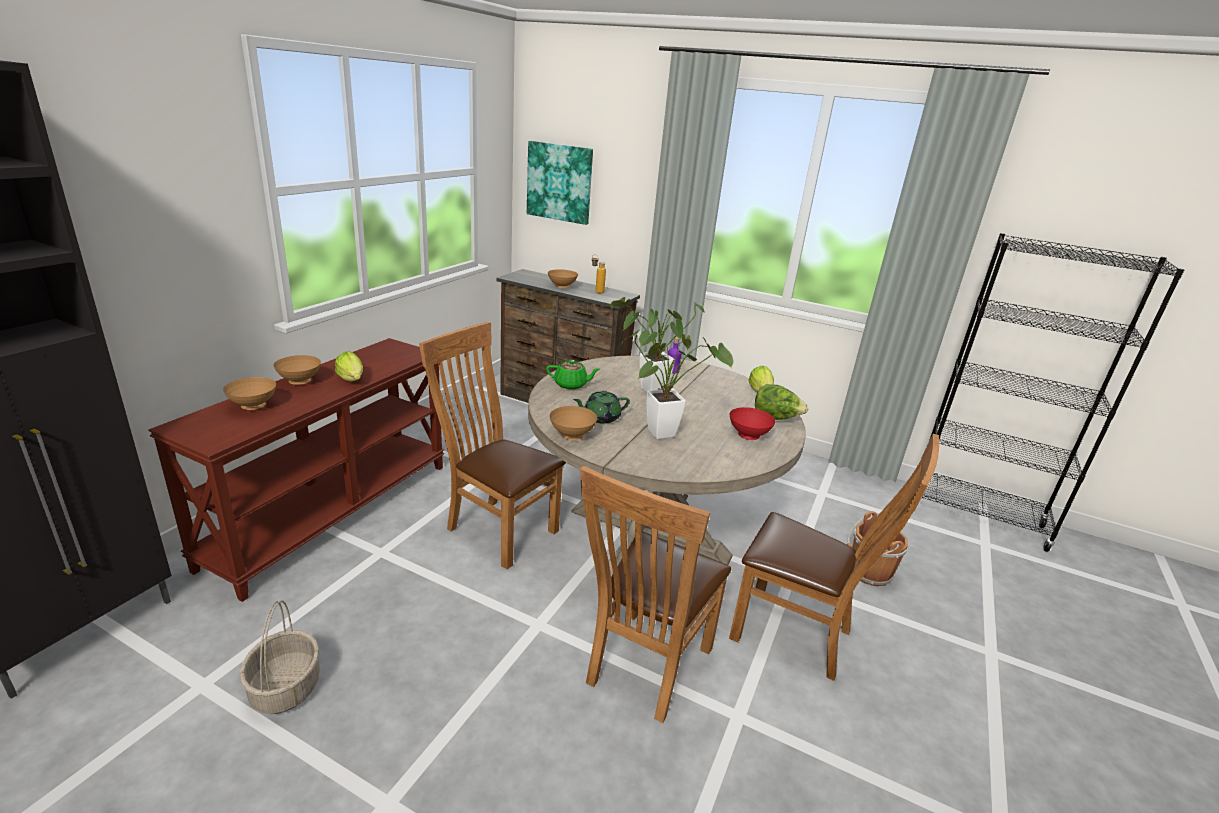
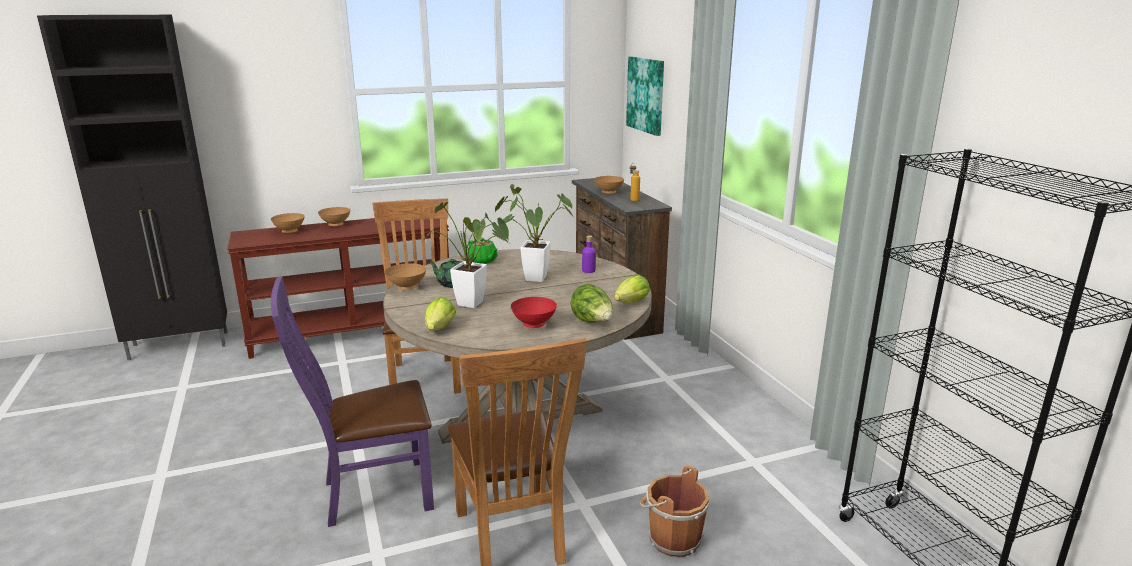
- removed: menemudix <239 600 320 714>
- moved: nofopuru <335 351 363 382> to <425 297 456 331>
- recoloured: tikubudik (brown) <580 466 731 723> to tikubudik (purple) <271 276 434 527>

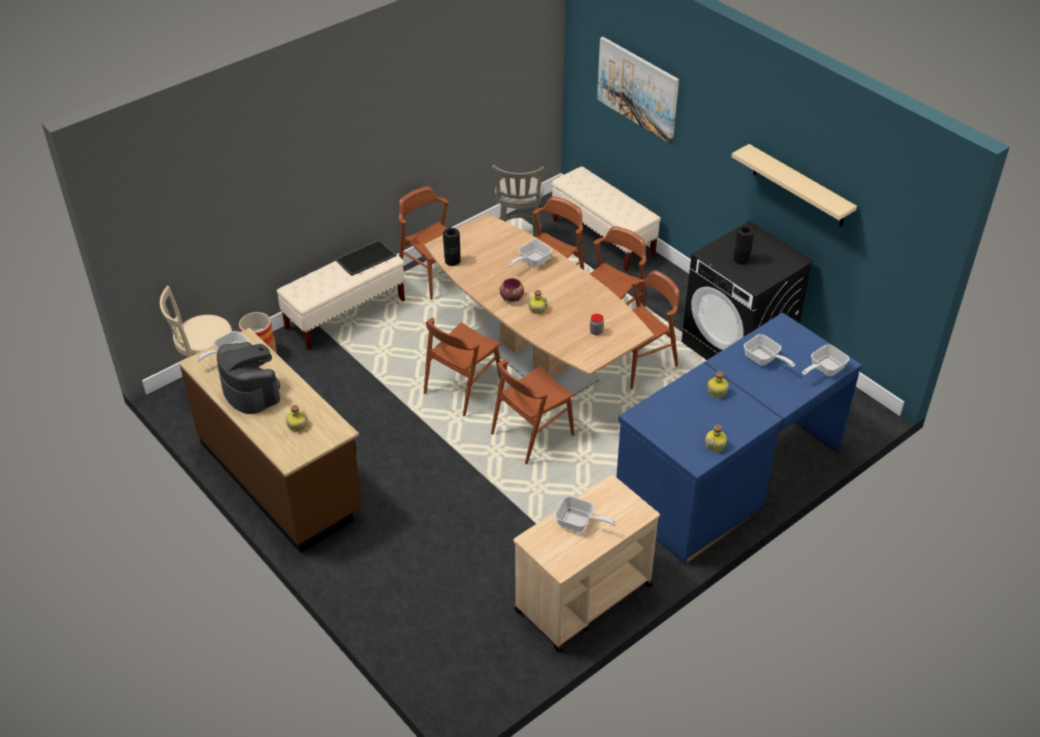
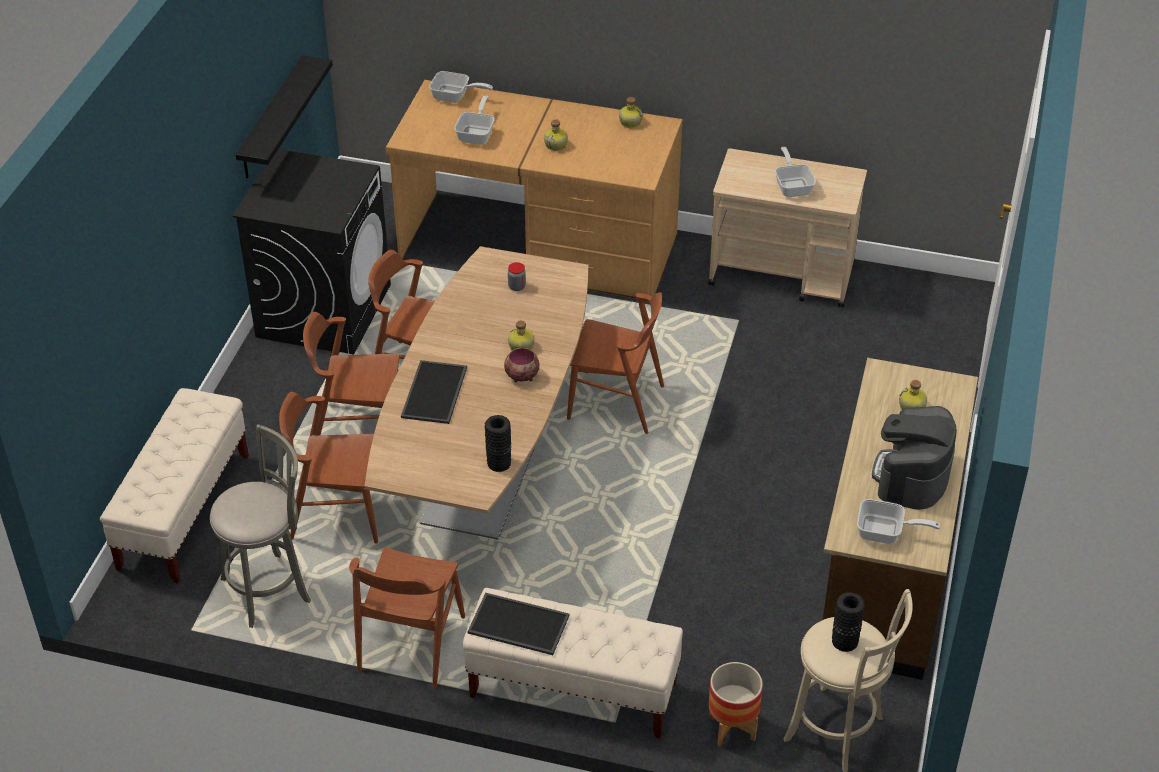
- removed: tikubudik (brown) <424 318 501 416>
- removed: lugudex <597 37 679 144>
- removed: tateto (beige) <732 144 857 226>
- added: tateto (black) <236 55 333 179>
- moved: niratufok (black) <733 225 754 265> to <832 592 865 652>
- replaced: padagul <509 240 552 267> to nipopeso <401 360 467 424>
- recoloured: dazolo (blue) <616 313 862 564> to dazolo (brown) <386 80 683 304>

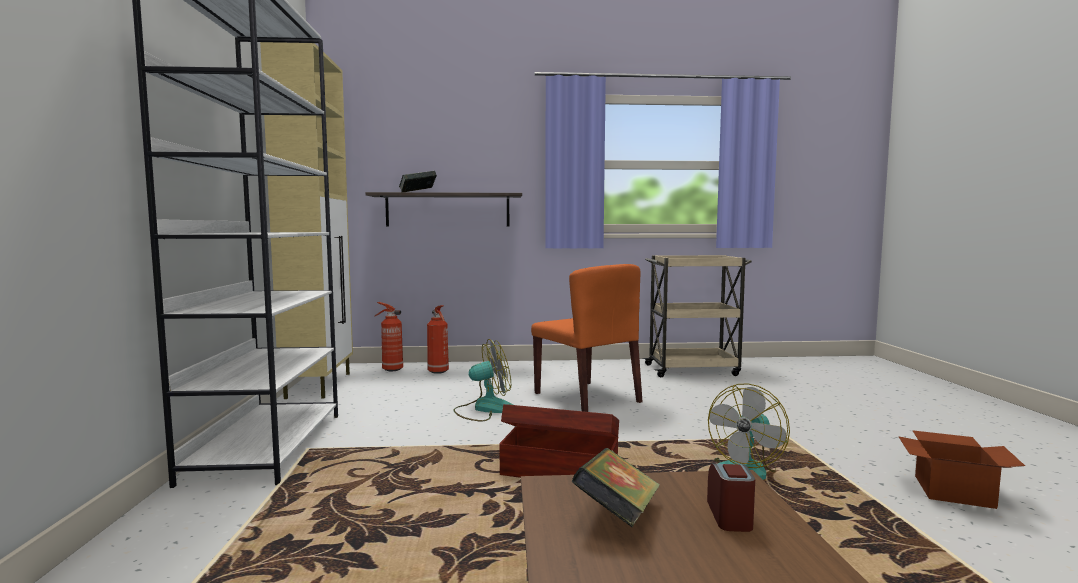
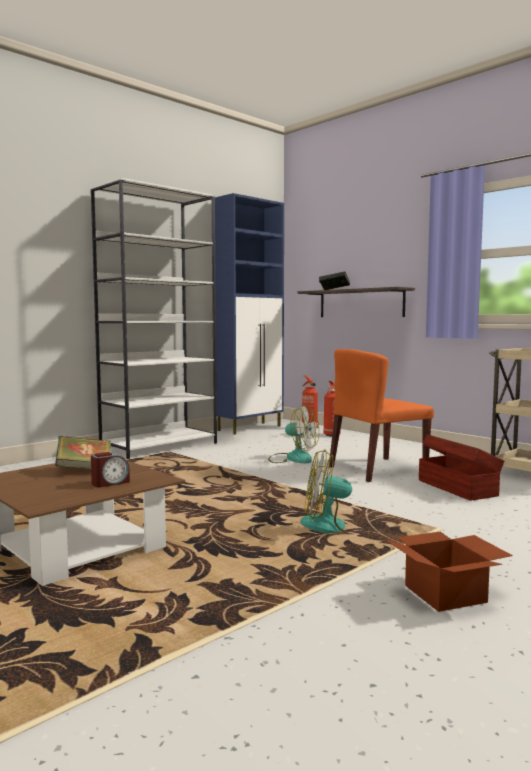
- moved: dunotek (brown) <499 404 619 478> to <419 434 504 501>
- recoloured: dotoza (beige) <260 42 353 399> to dotoza (blue) <215 193 284 435>
- turned: tikubudik (orange) <531 264 643 412> = <329 349 434 482> 45 degrees clockwise

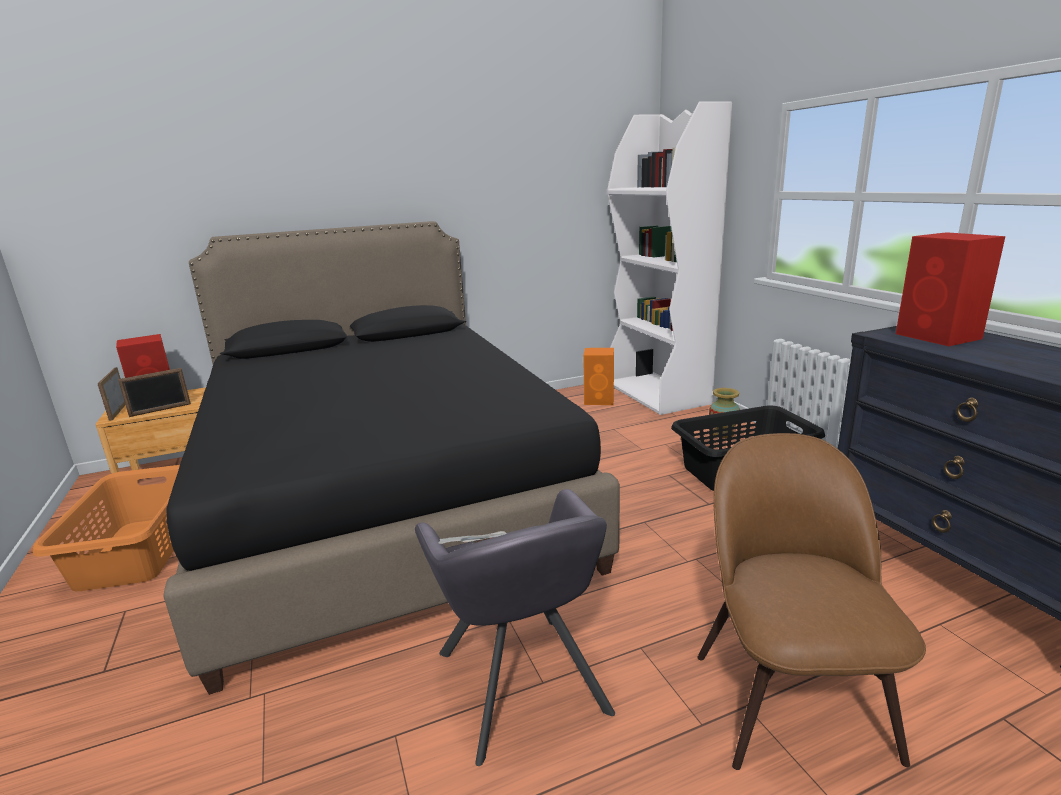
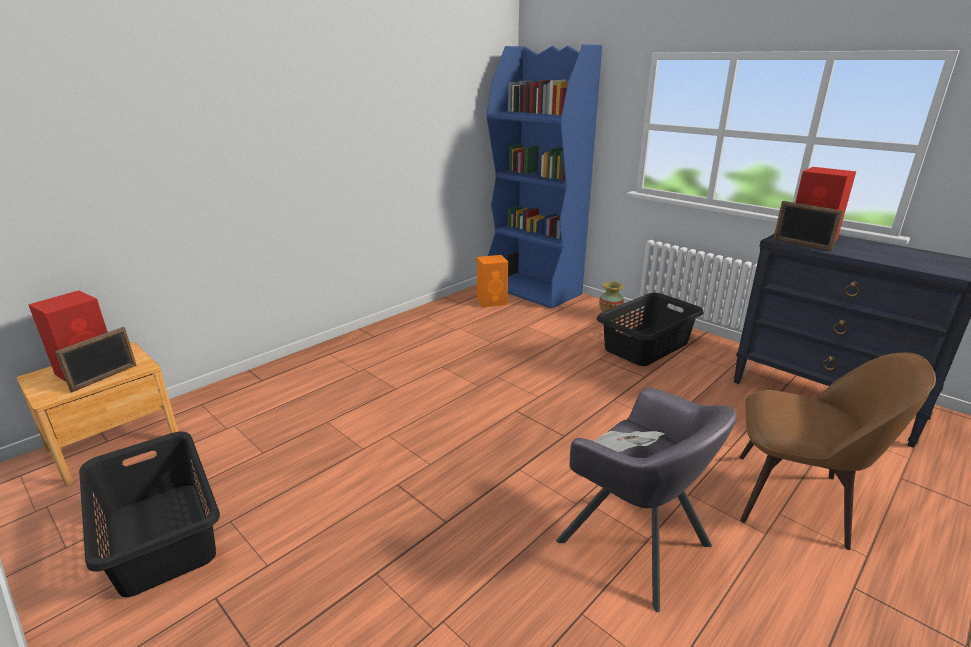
- removed: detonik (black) <163 221 620 695>
- moved: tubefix <98 367 125 421> to <773 201 843 251>
- recoloured: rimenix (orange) <33 465 180 591> to rimenix (black) <79 431 220 597>
- recoloured: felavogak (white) <607 101 732 415> to felavogak (blue) <487 44 602 309>
- turned: tikubudik (brown) <697 433 926 770> = <739 353 936 550> 135 degrees clockwise

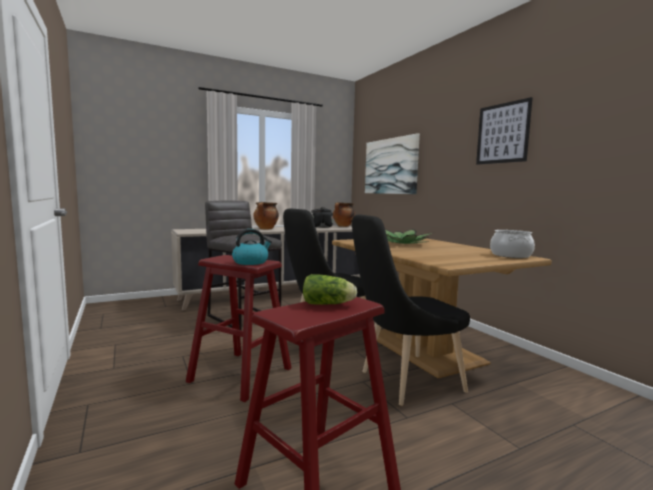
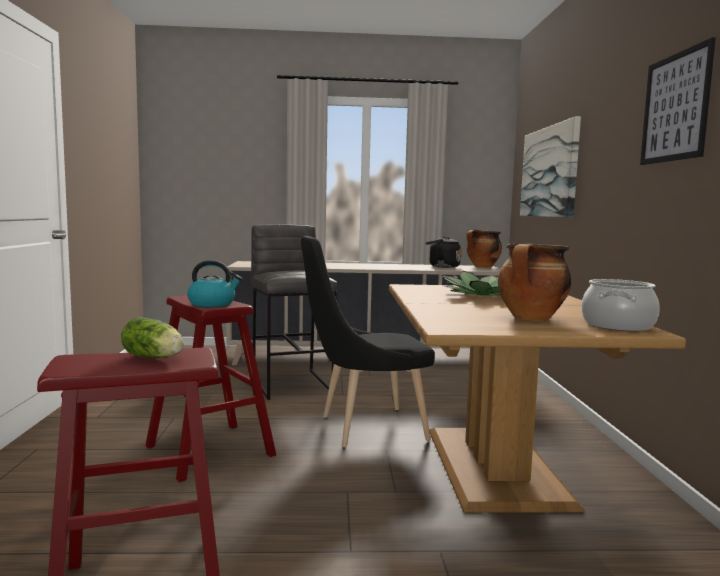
- removed: tikubudik (black) <352 214 470 406>
- moved: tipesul <253 202 279 230> to <498 243 571 321>

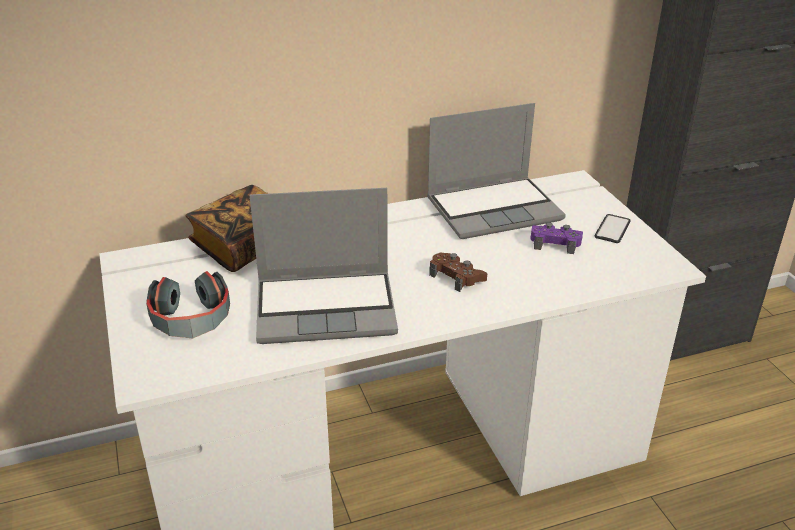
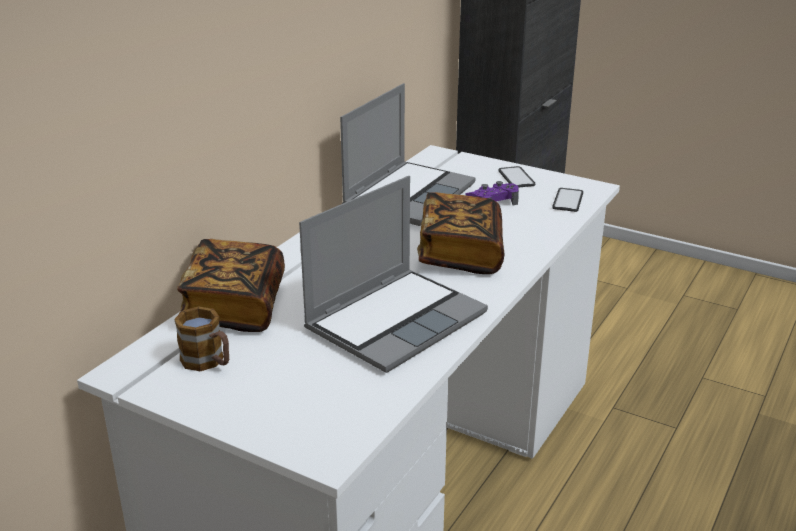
- removed: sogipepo <146 271 230 339>
- added: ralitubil <174 306 229 371>
- added: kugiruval <552 188 583 212>
- replaced: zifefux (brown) <429 252 487 292> to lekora <417 192 504 274>

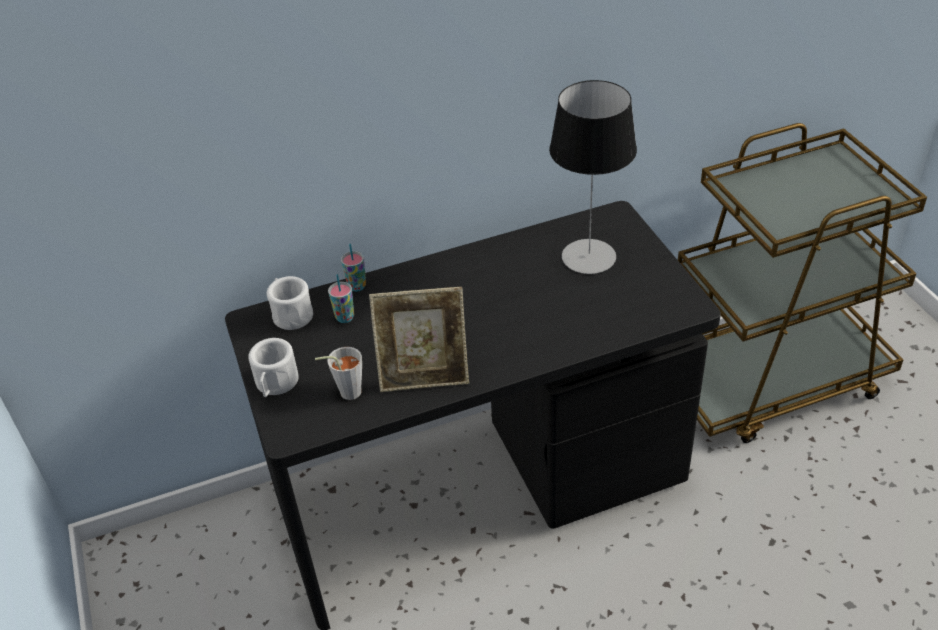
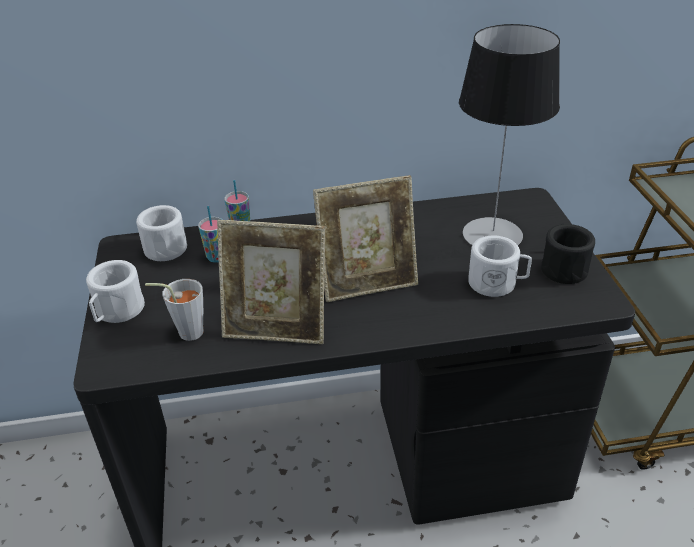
- added: tubefix <313 175 418 302>
- added: ralitubil (white) <468 236 532 297>
- added: ralitubil (black) <541 224 595 284>

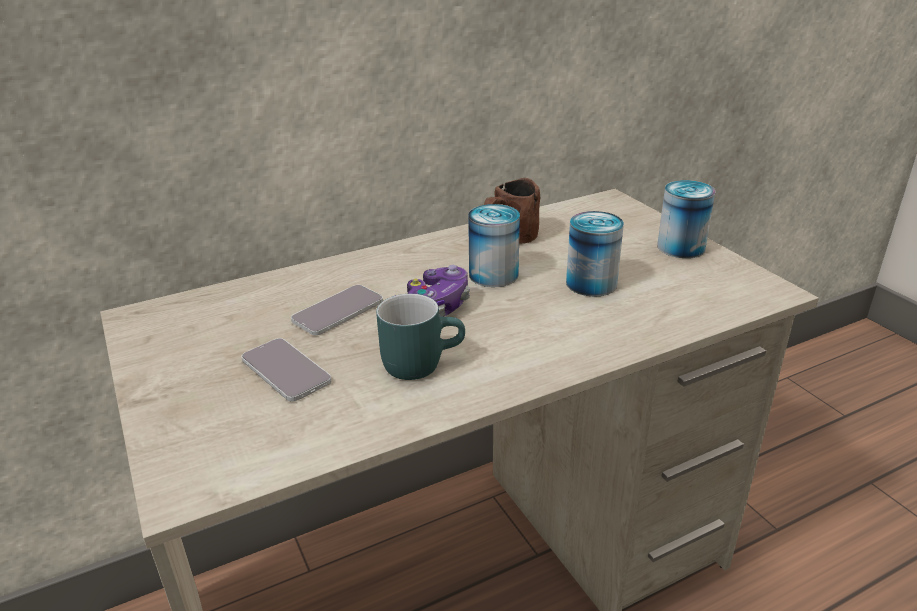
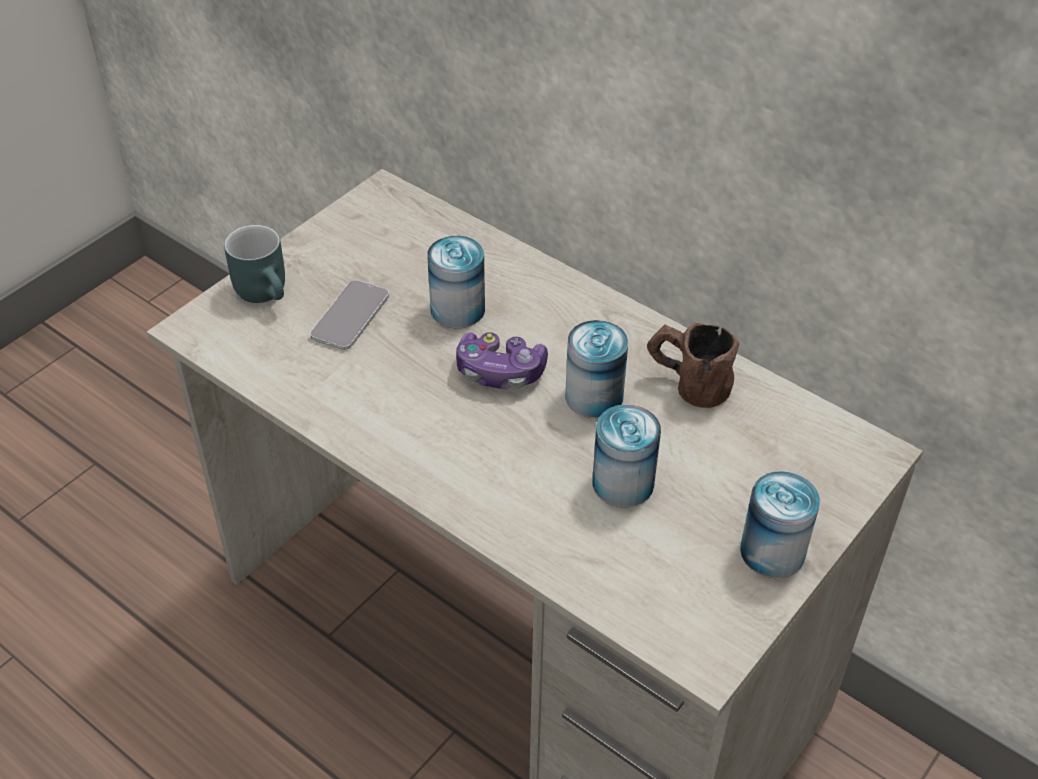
- moved: ralitubil (turquoise) <376 294 465 380> to <224 225 285 303>
- replaced: kugiruval <291 285 383 335> to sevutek <428 236 485 328>

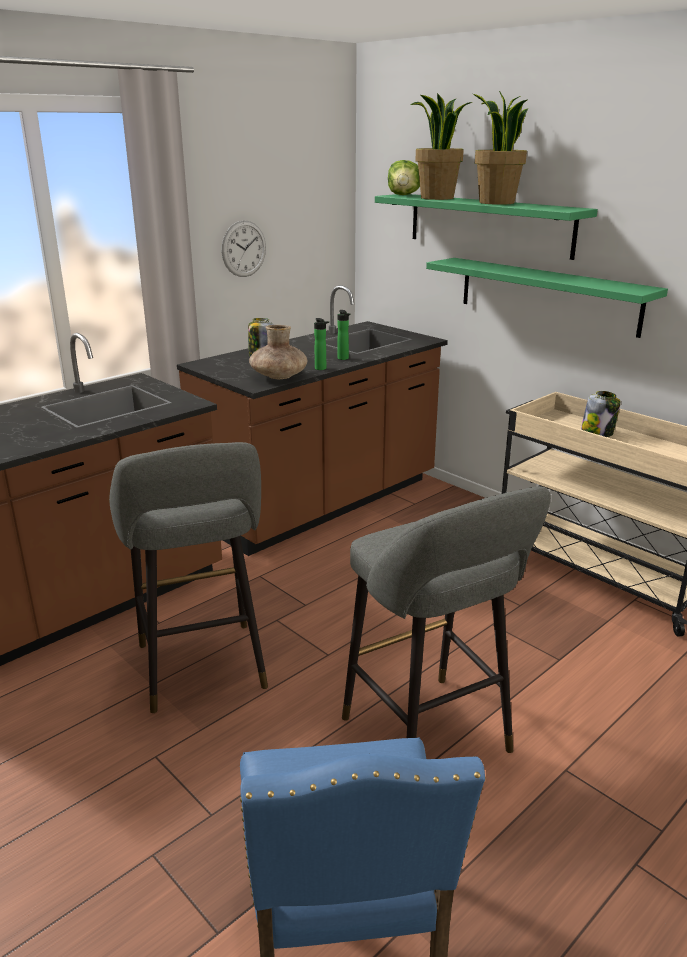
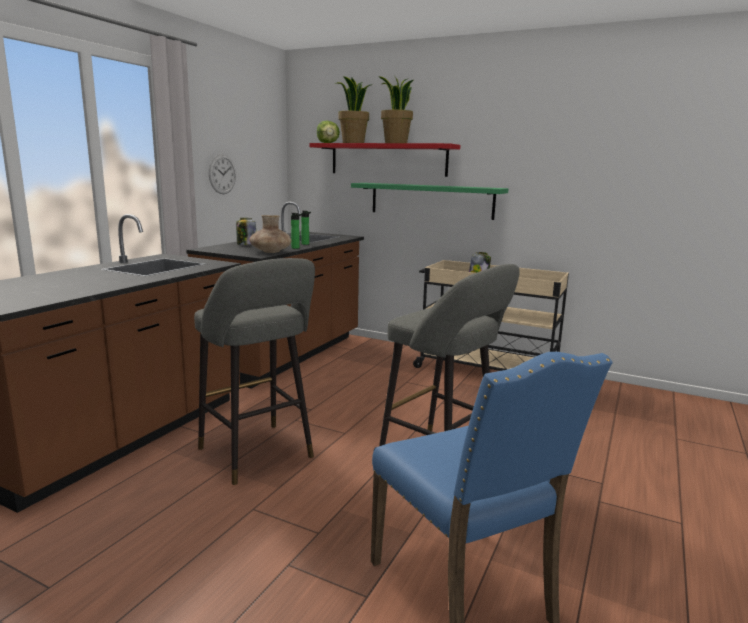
- recoloured: tateto (green) <375 194 598 260> to tateto (red) <310 143 460 177>

